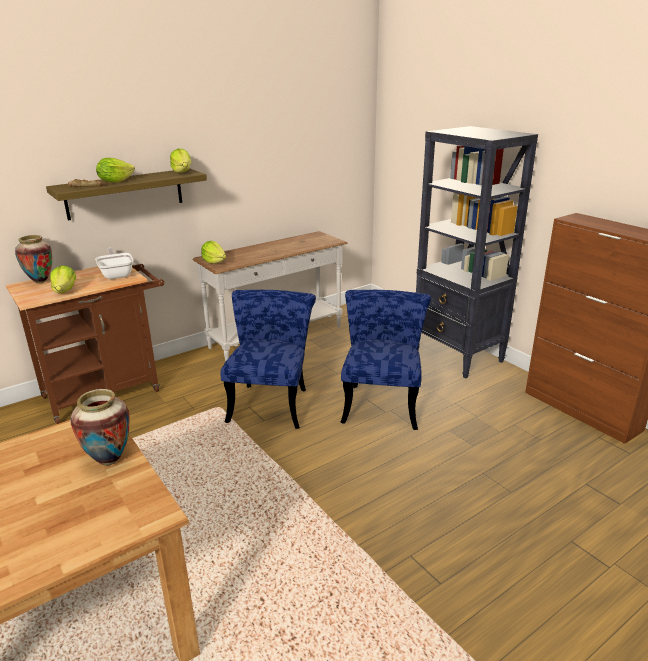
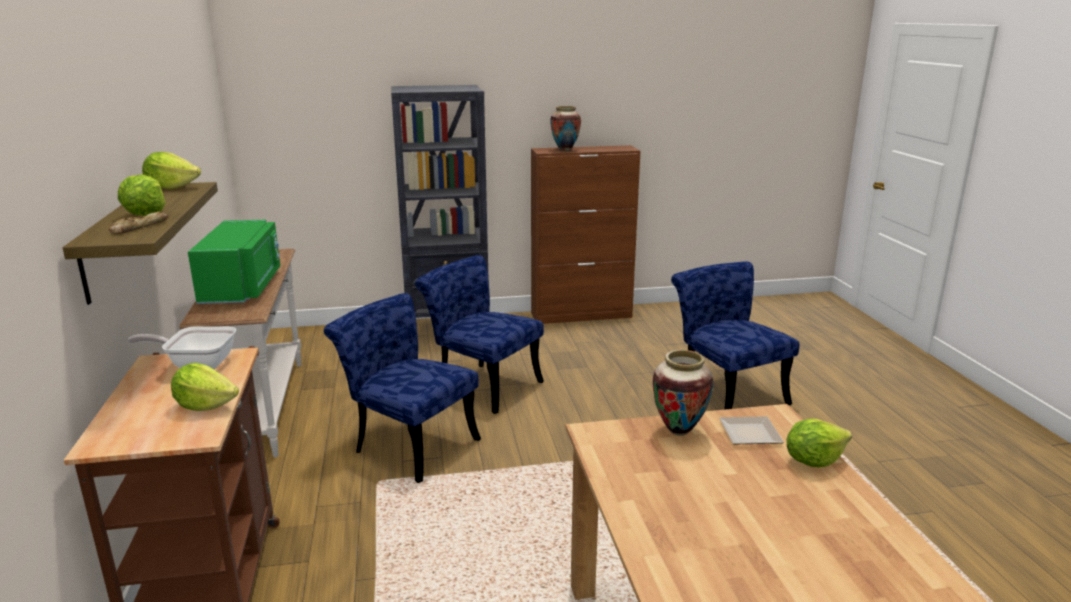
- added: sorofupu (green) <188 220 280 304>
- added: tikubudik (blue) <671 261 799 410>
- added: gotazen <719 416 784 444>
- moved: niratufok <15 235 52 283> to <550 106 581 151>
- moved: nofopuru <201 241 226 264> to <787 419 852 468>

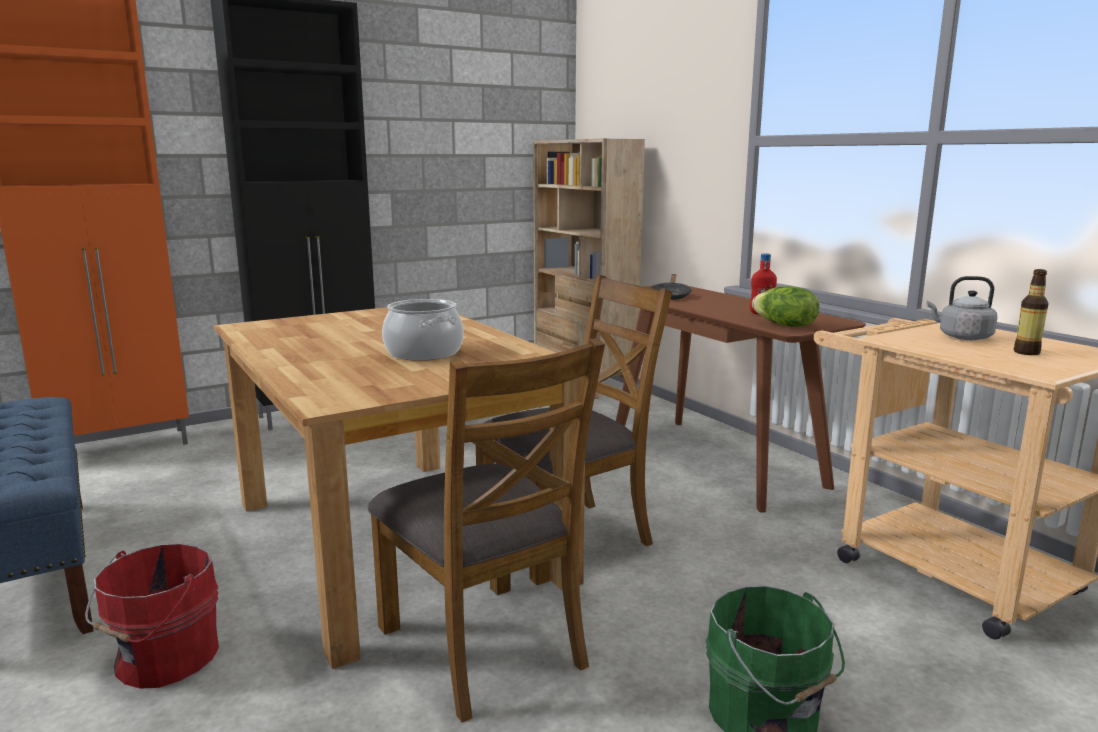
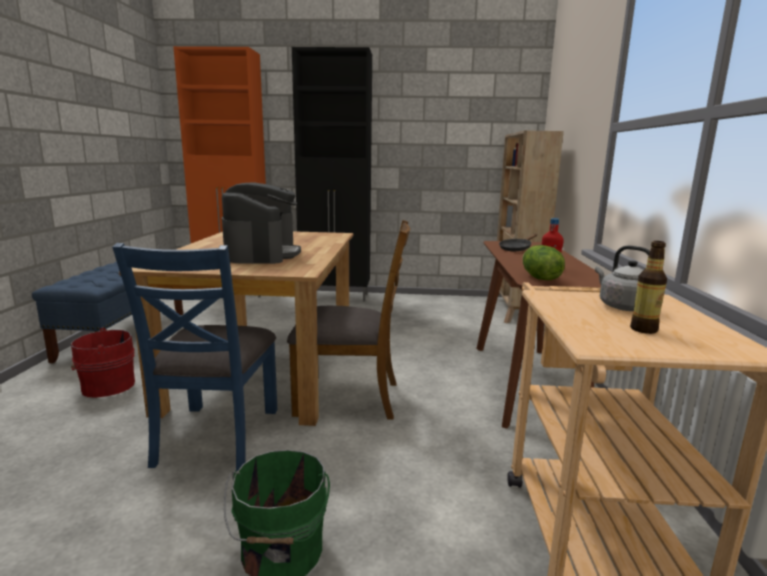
- replaced: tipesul <382 299 464 361> to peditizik <222 182 301 264>
- recoloured: tikubudik (brown) <368 338 605 723> to tikubudik (blue) <112 243 277 471>

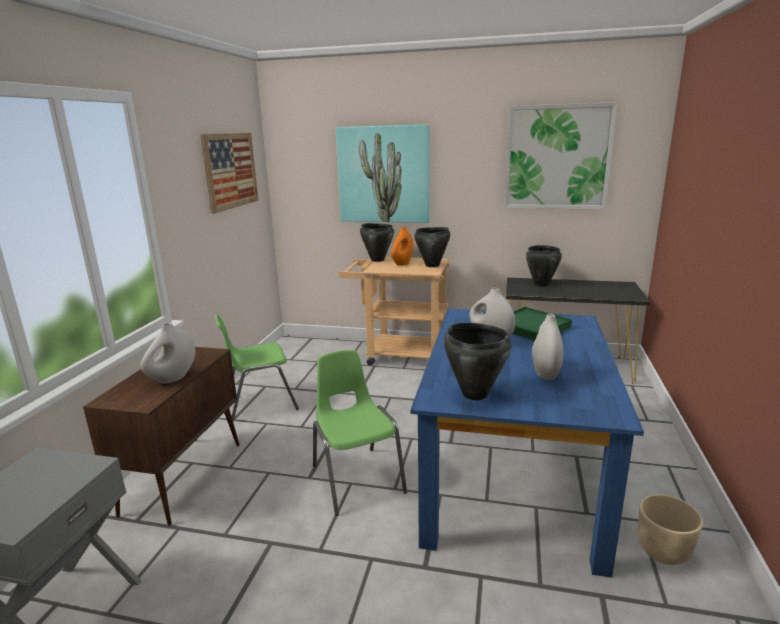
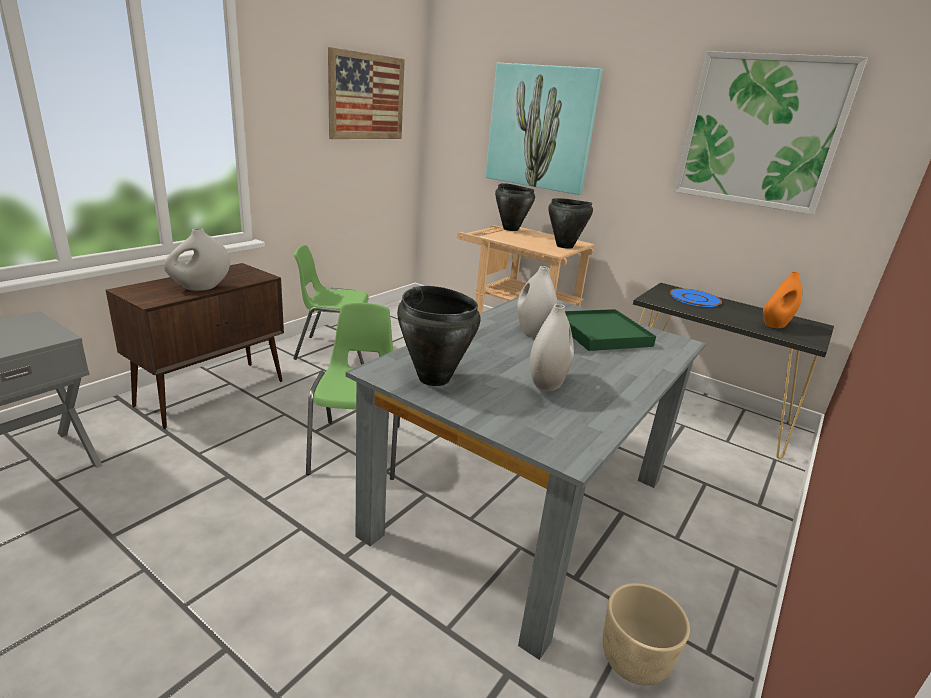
- moved: niratufok (orange) <391 227 414 266> to <763 272 802 329>
- replaced: tipesul (black) <526 245 562 286> to gotazen (blue) <670 288 722 307>
- recoloured: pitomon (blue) <410 309 644 578> to pitomon (grey) <346 297 706 660>

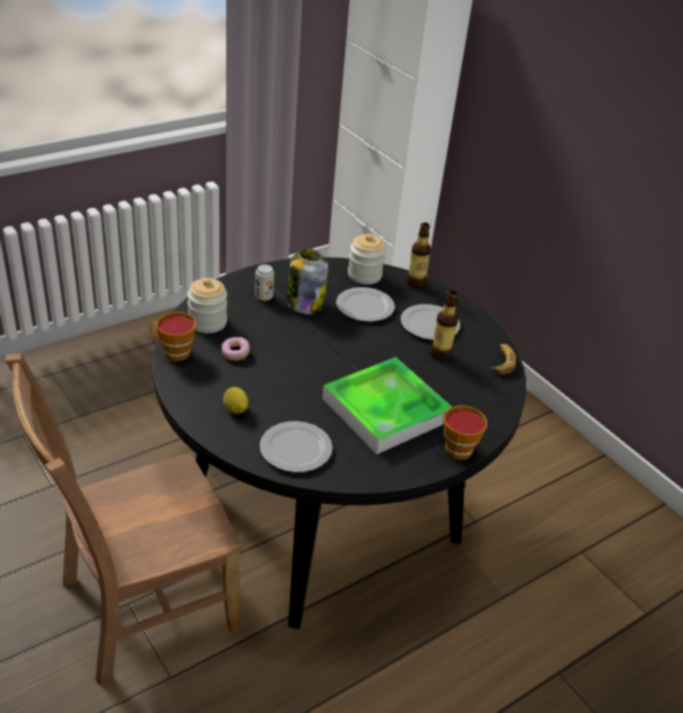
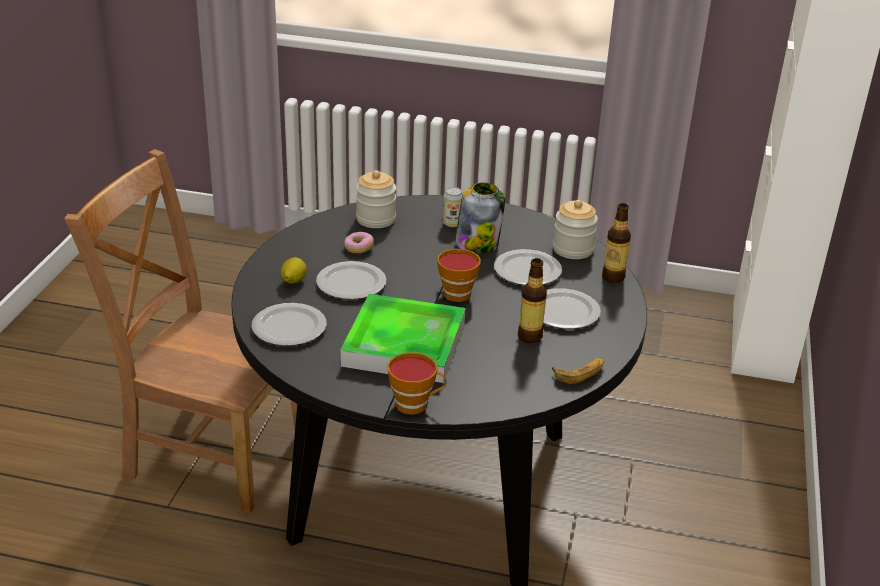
- added: gotazen <316 261 386 300>
- moved: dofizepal <150 312 197 361> to <437 249 481 302>

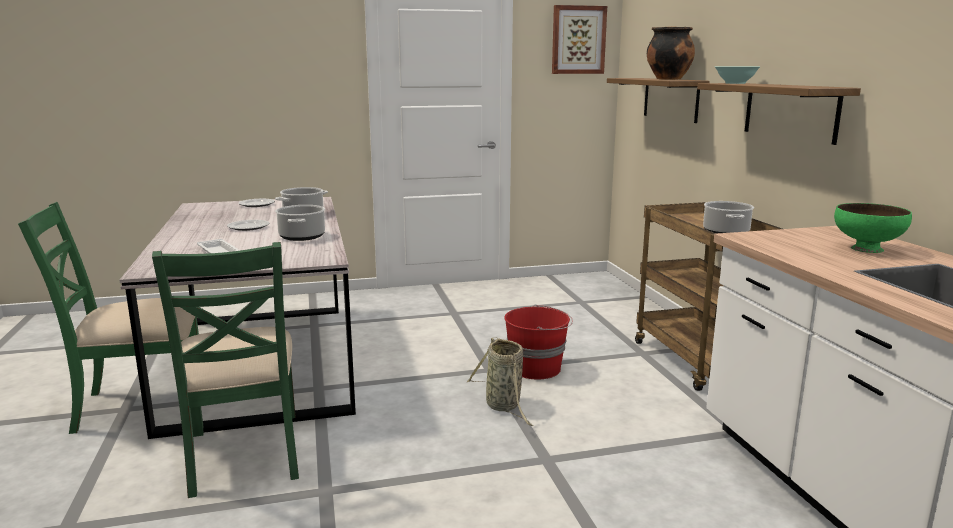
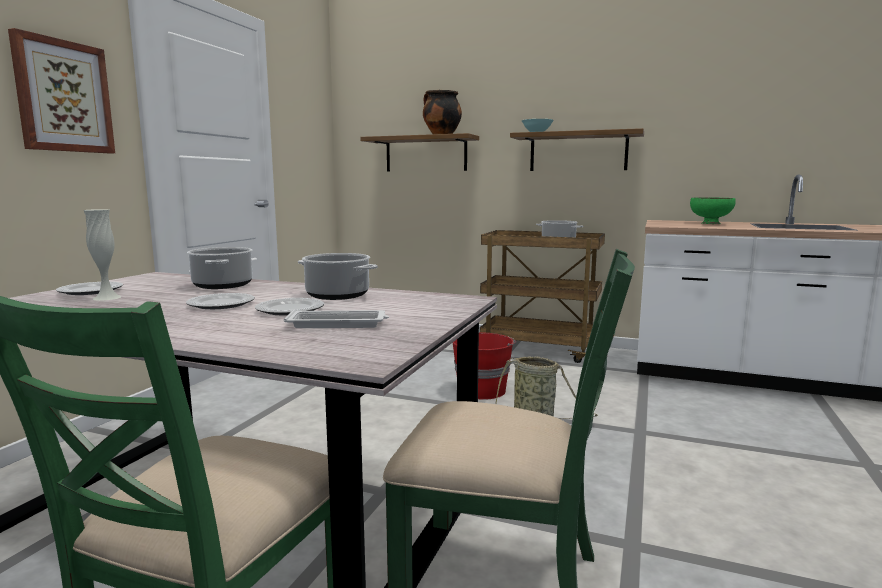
- added: niratufok (white) <84 209 121 301>
- added: gotazen <255 298 324 315>
- moved: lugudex <552 5 607 74> to <8 28 115 154>

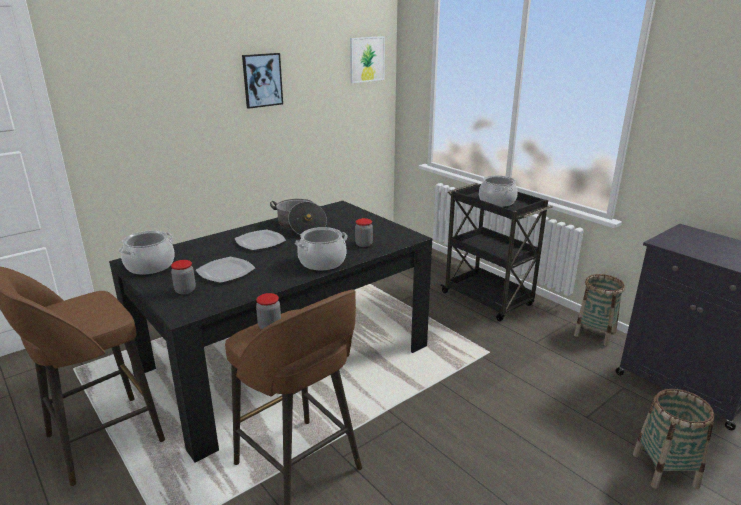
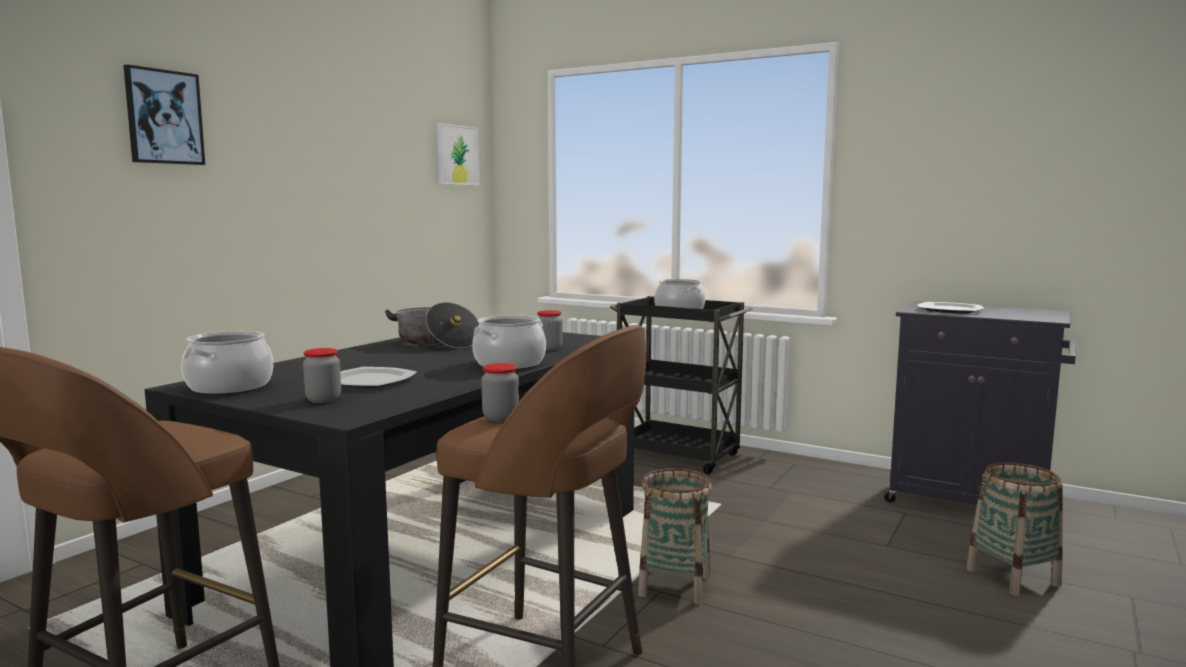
- moved: gotazen <235 230 286 250> to <918 302 984 314>
- moved: lugudex <242 53 283 109> to <123 64 205 165>
- moved: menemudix <574 274 625 346> to <638 468 712 604>

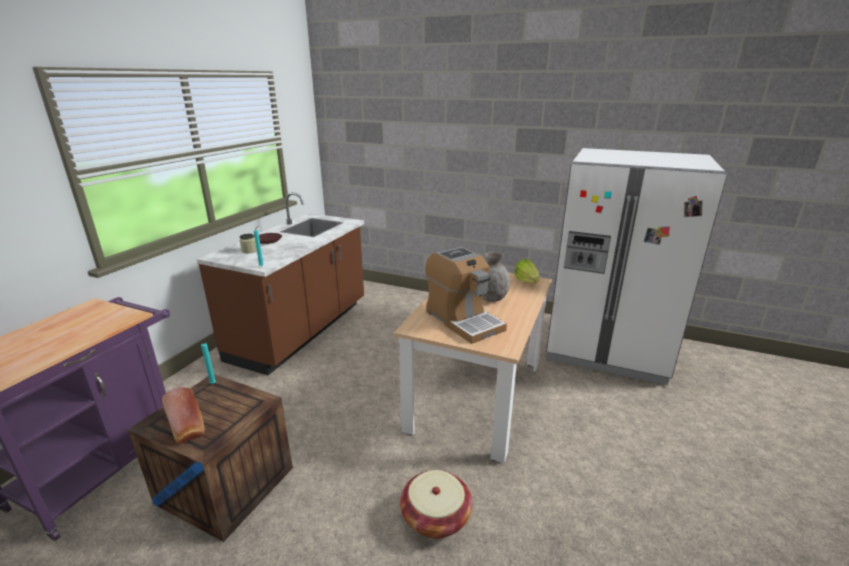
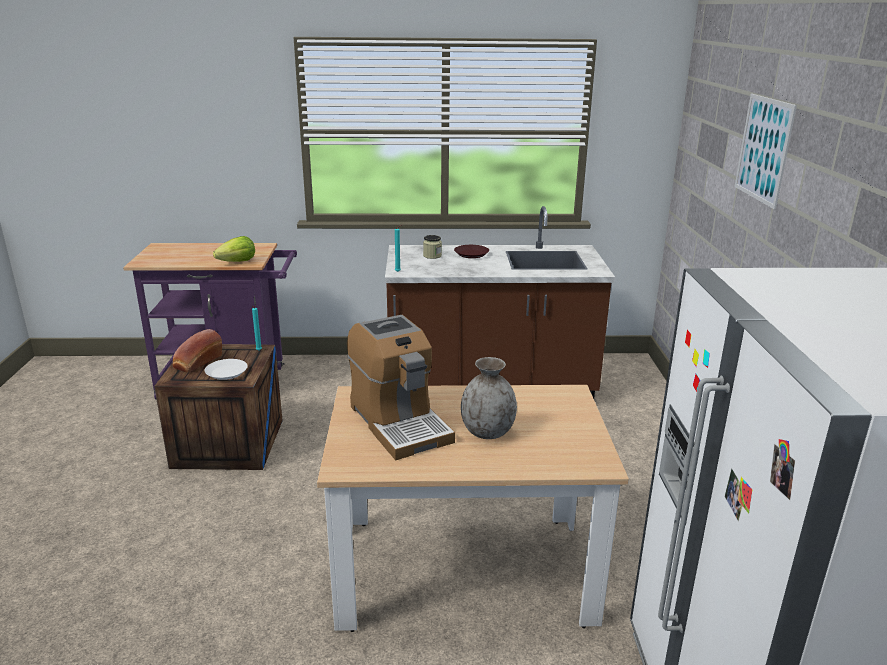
- removed: menemudix <400 470 472 539>
- added: gotazen (white) <205 359 248 380>
- added: lugudex <734 94 797 209>
- moved: nofopuru <515 259 539 283> to <213 236 255 262>
- turned: peditizik <425 247 507 344> = <347 315 455 460> 60 degrees counterclockwise

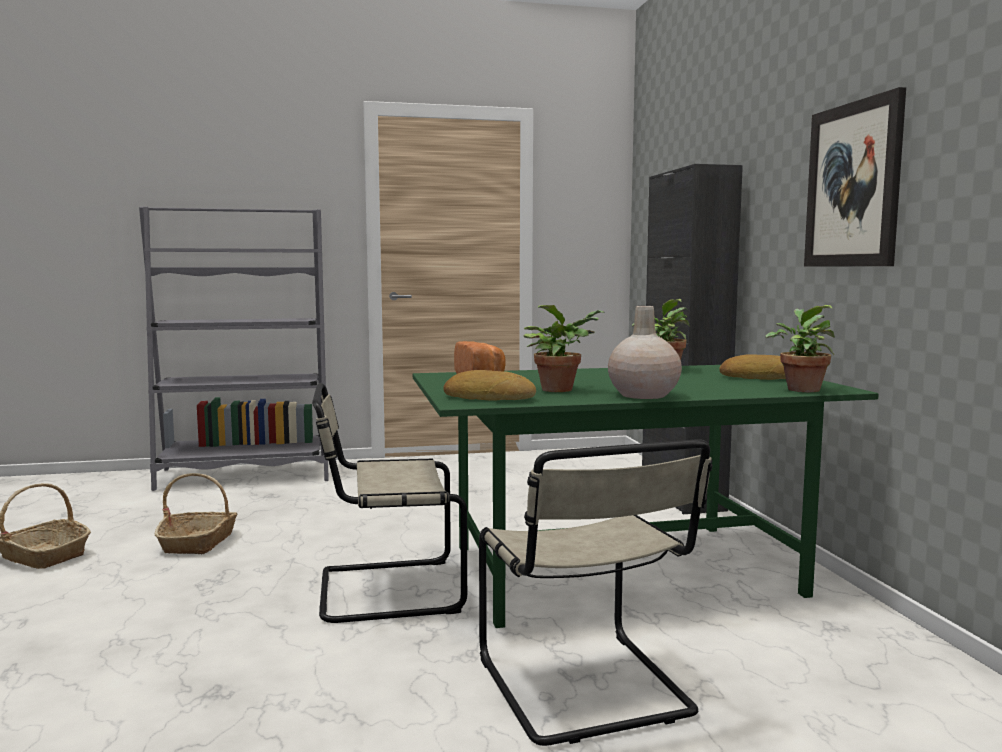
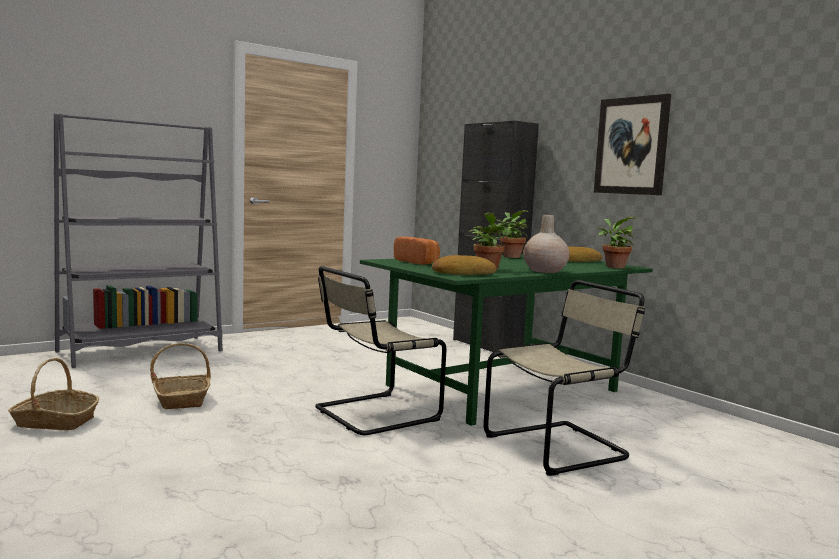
- turned: tikubudik (beige) <479 439 713 746> = <484 280 645 476> 75 degrees counterclockwise

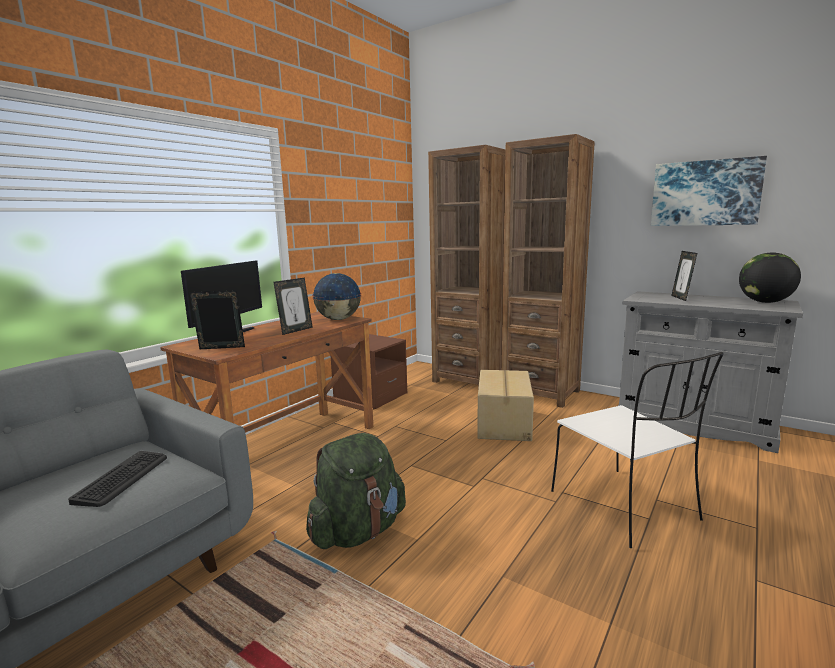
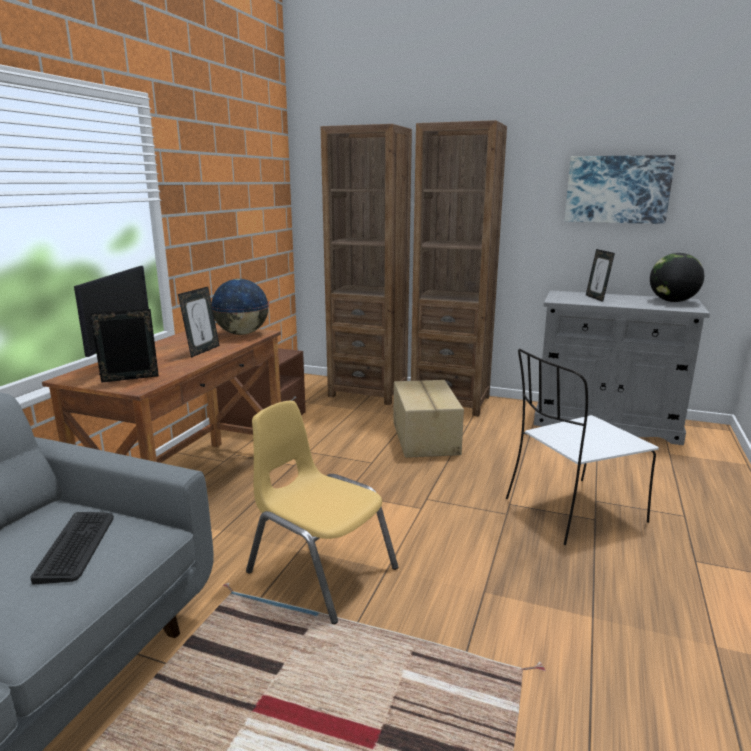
- replaced: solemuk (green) <306 433 406 549> to tikubudik (yellow) <246 401 398 624>
- turned: tikubudik (white) <551 352 724 548> = <506 349 659 545> 105 degrees clockwise

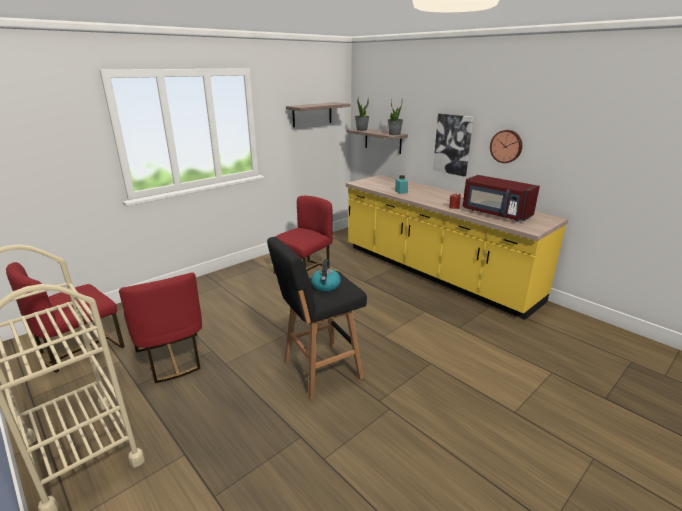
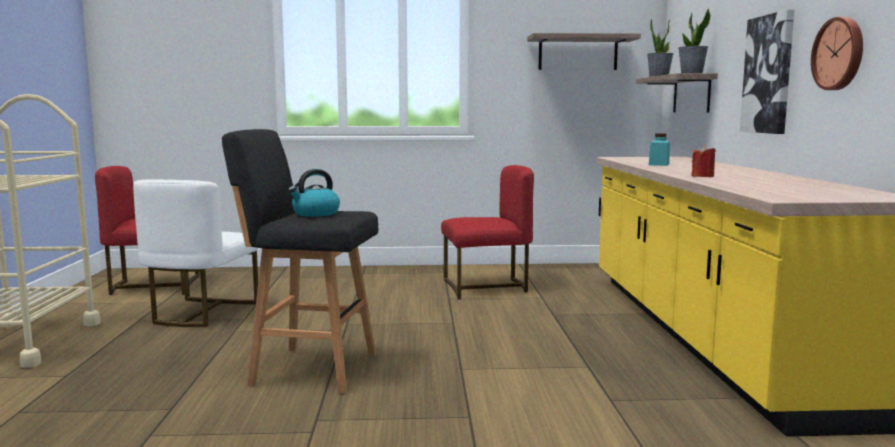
- removed: sorofupu (red) <463 175 540 221>
- recoloured: tikubudik (red) <119 272 202 383> to tikubudik (white) <133 179 258 327>

